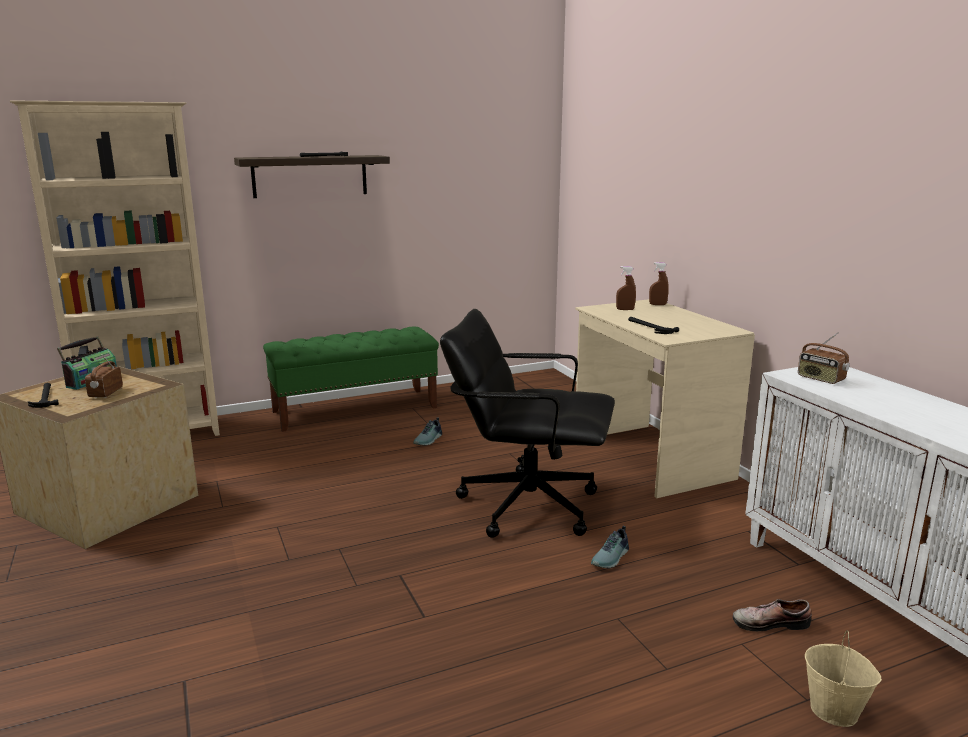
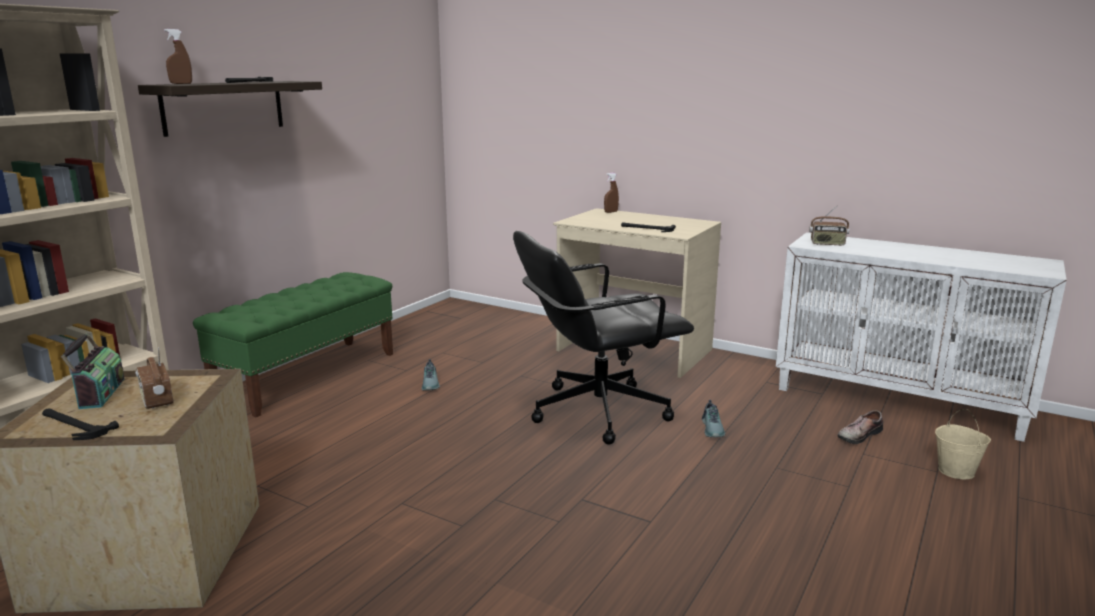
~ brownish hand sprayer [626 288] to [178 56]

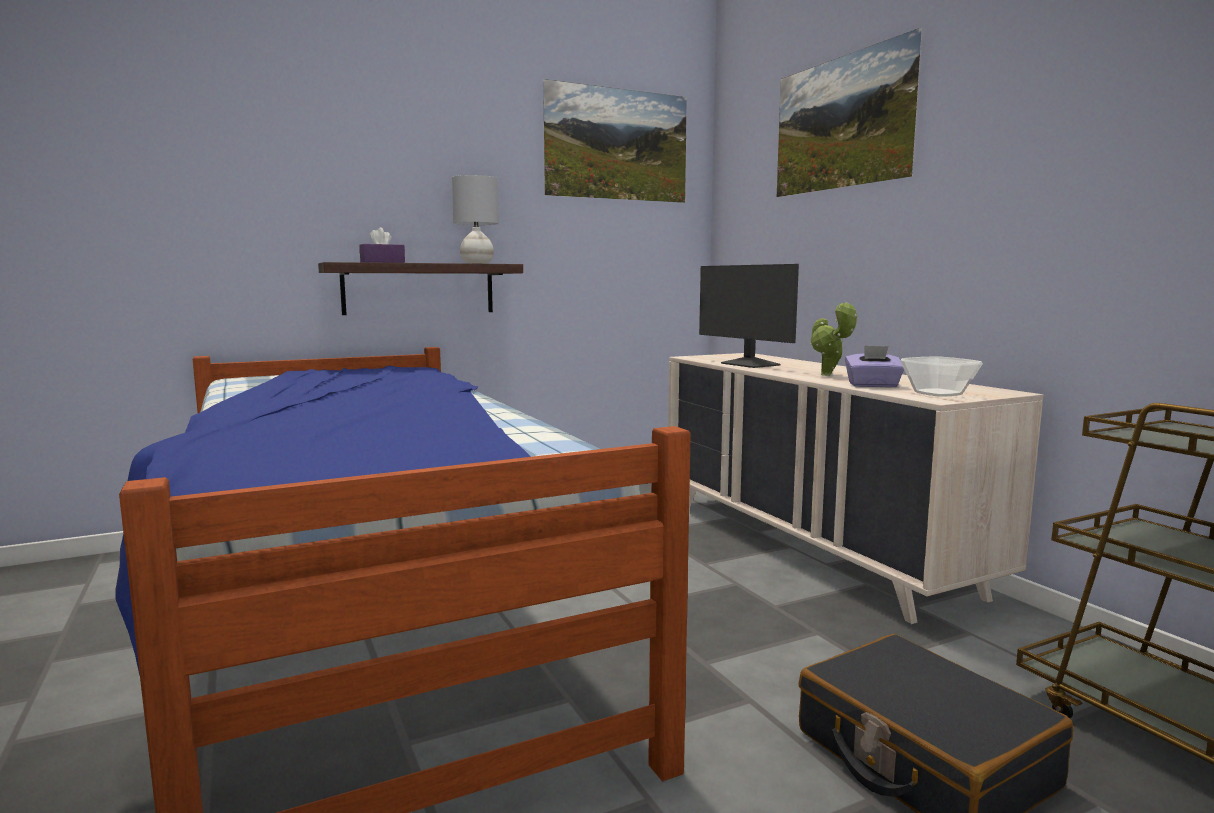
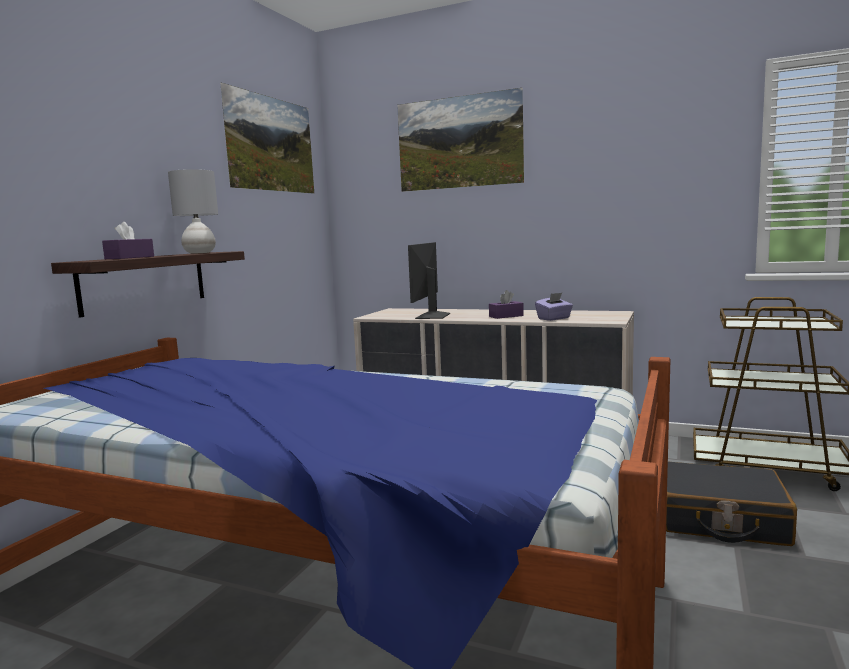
~ computer display [749 316] = [429 280] 90 degrees clockwise
~ houseplant [833 339] to purple-coloured box of tissues [506 304]
- bowl [942 376]

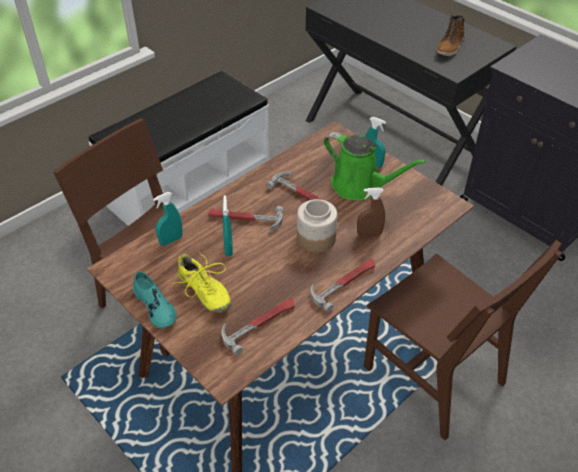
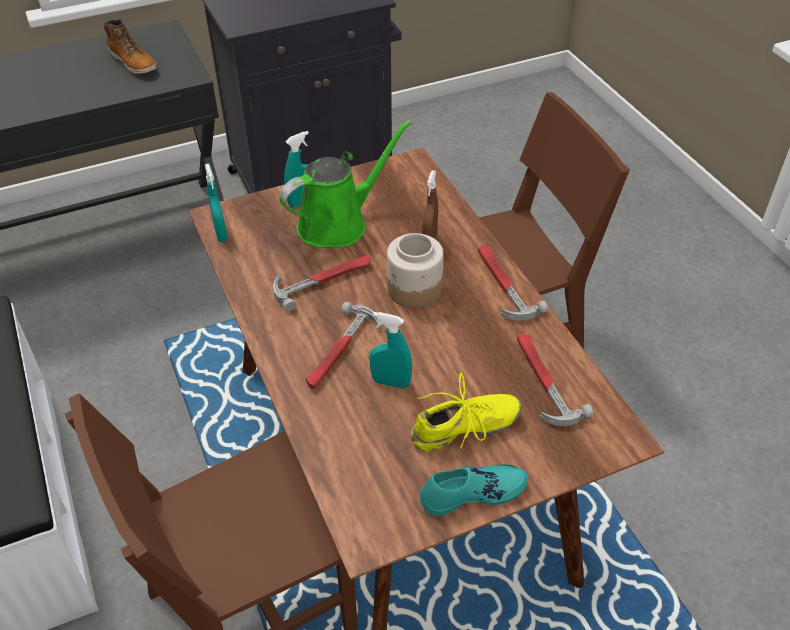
~ blue-green hand sprayer [168 219] to [216 202]

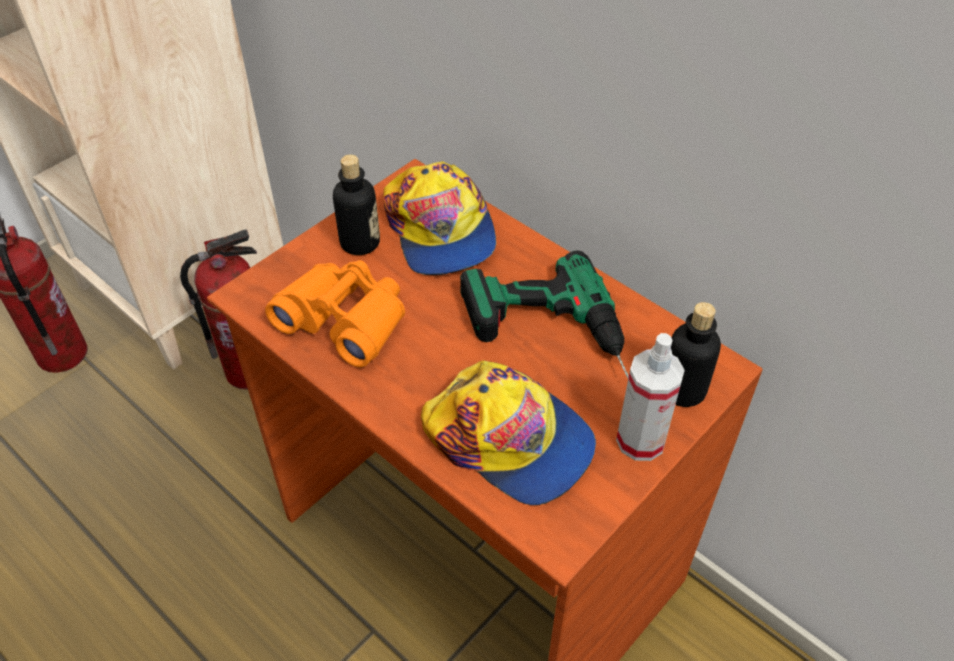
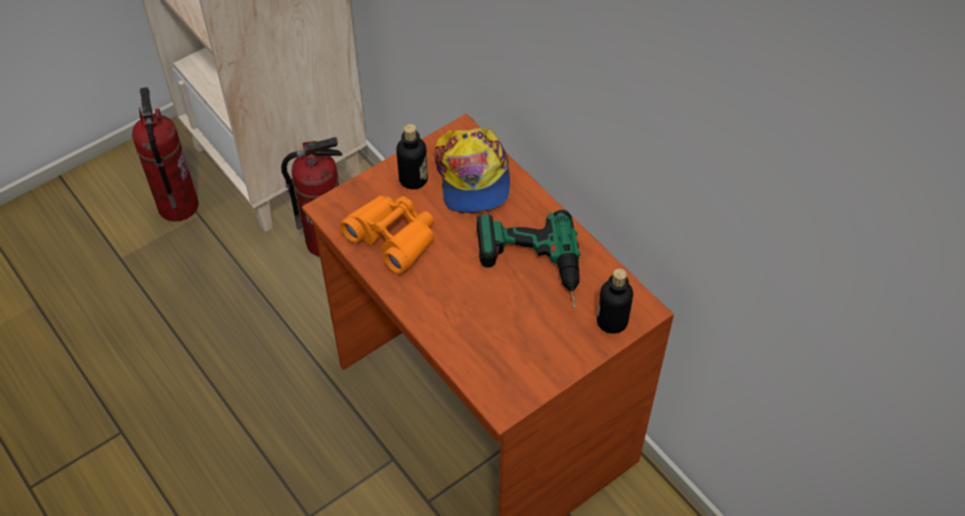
- cap [508 432]
- hand sprayer [650 397]

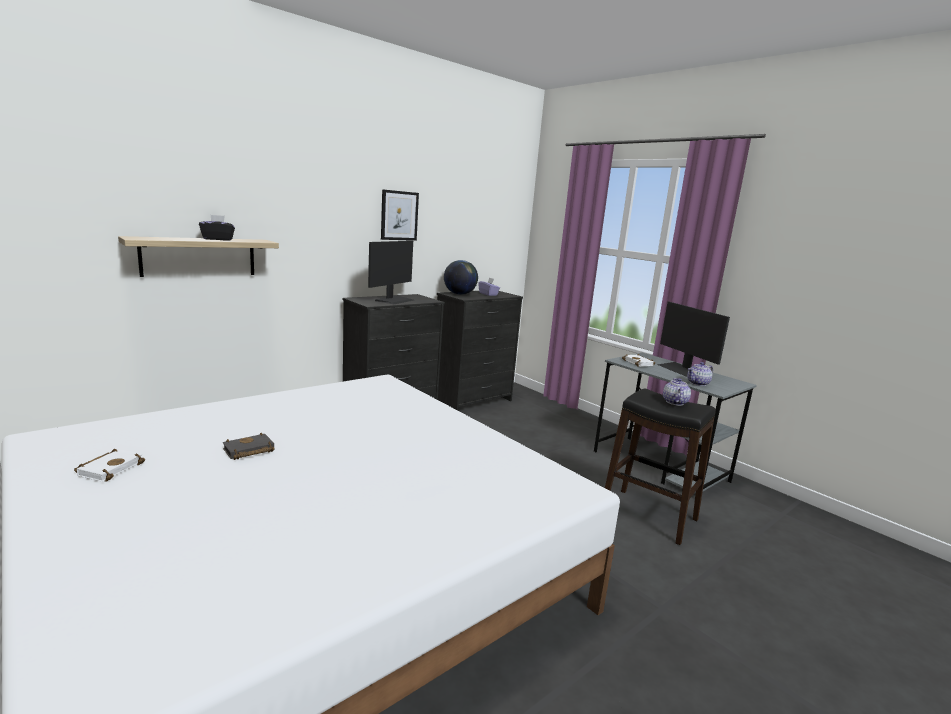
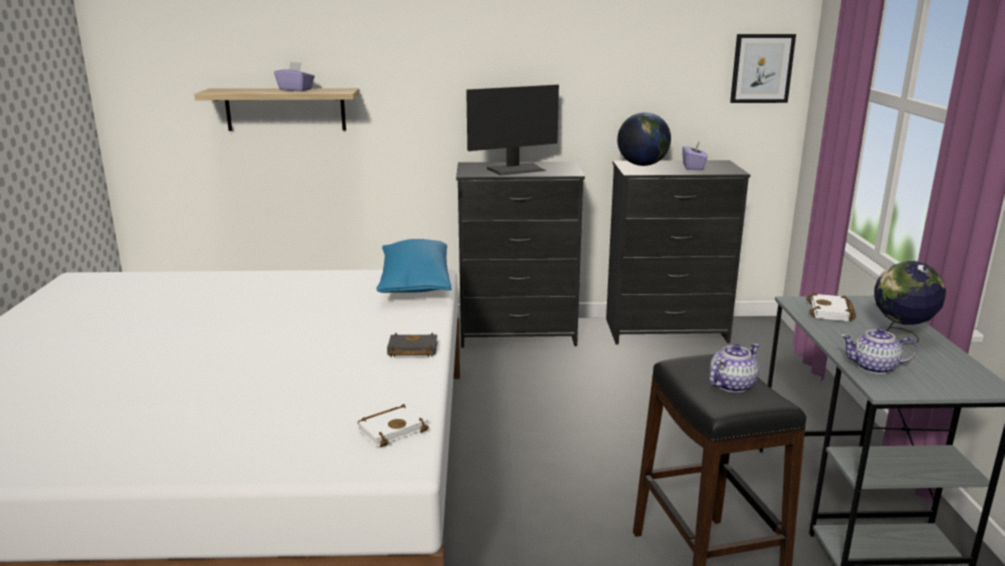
~ white-coloured book [109 465] to [393 425]
~ blackish box of tissues [217 228] to purple-coloured box of tissues [294 76]
~ blackish book [248 446] to [412 345]
~ wall art [400 215] to [763 68]
~ computer display [694 339] to globe [910 302]
+ blue-coloured cushion [414 266]

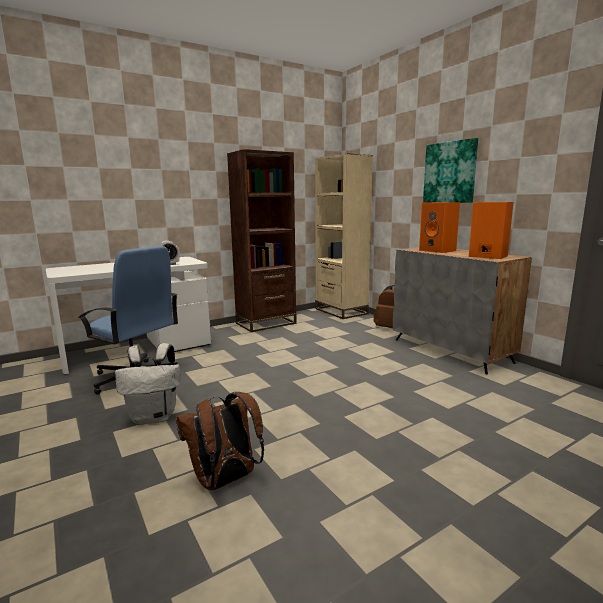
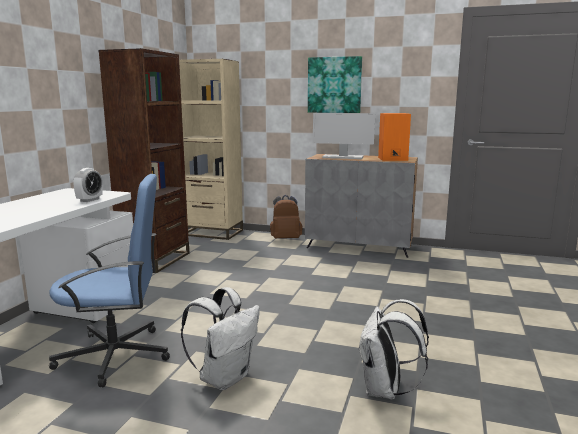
~ brownish knapsack [220 441] to white-coloured knapsack [393 349]
~ orange-coloured audio speaker [439 227] to computer display [344 136]

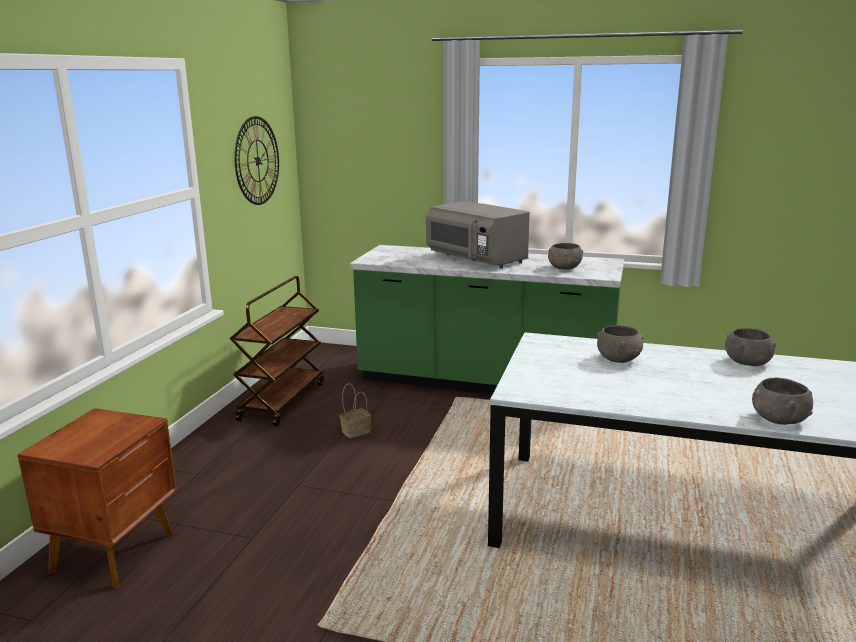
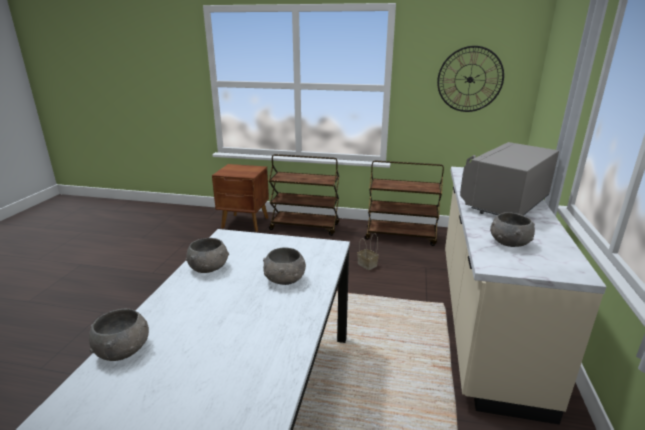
~ green kitchen counter [487 319] to sand-coloured kitchen counter [525 296]
~ greyish bowl [750 347] to [207 255]
+ brownish wheeled cart [304 195]

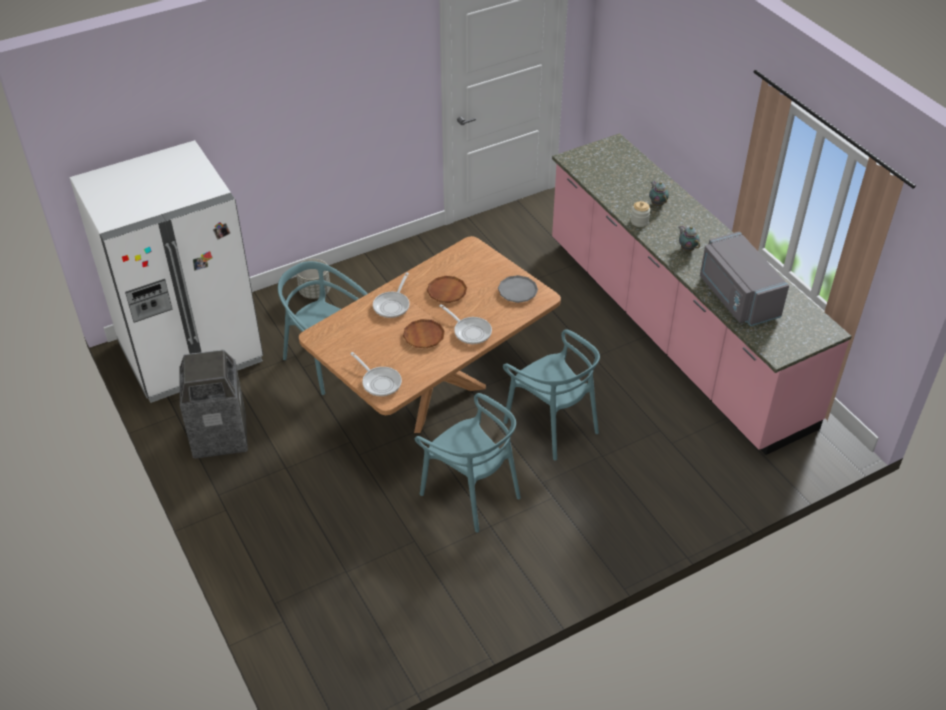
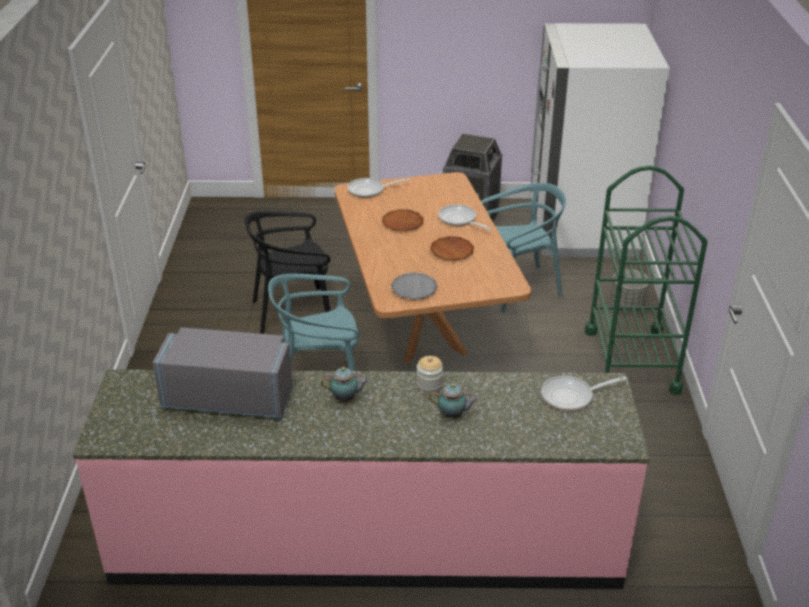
~ blue-green plain chair [468 463] to blackish plain chair [288 272]
~ skillet [465 324] to [584 393]
+ green wheeled cart [646 280]

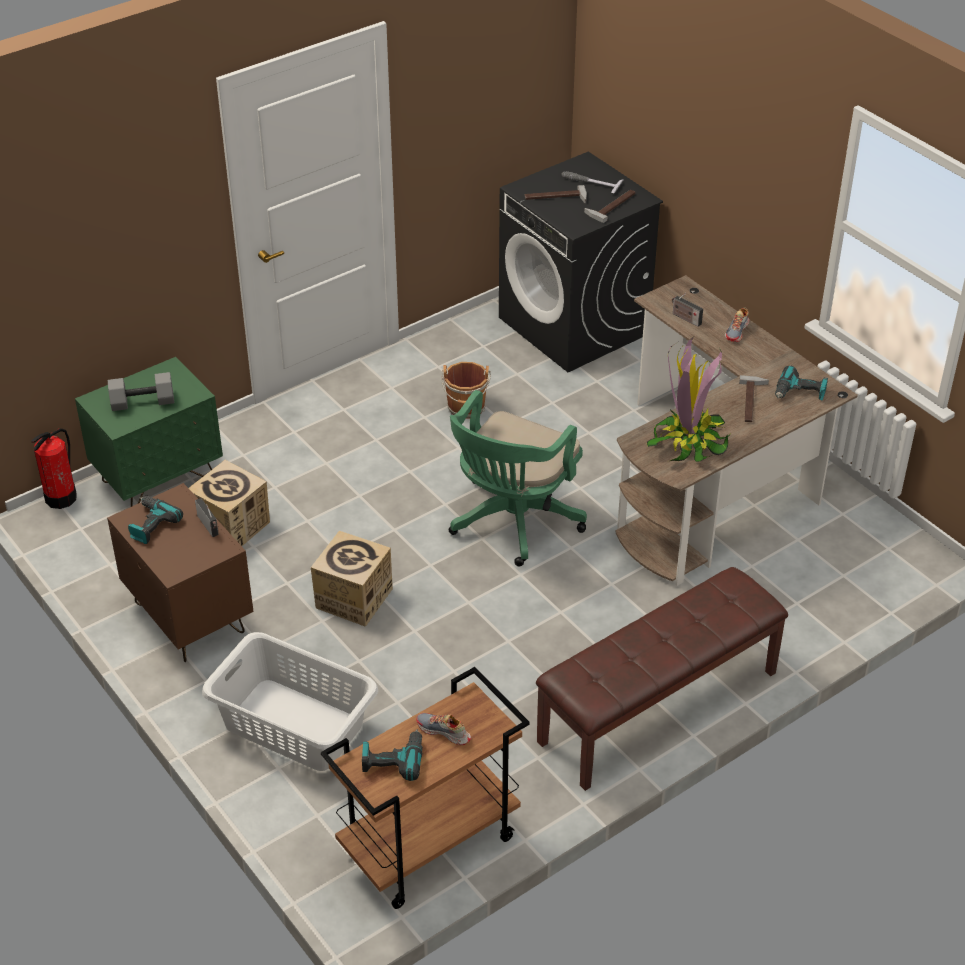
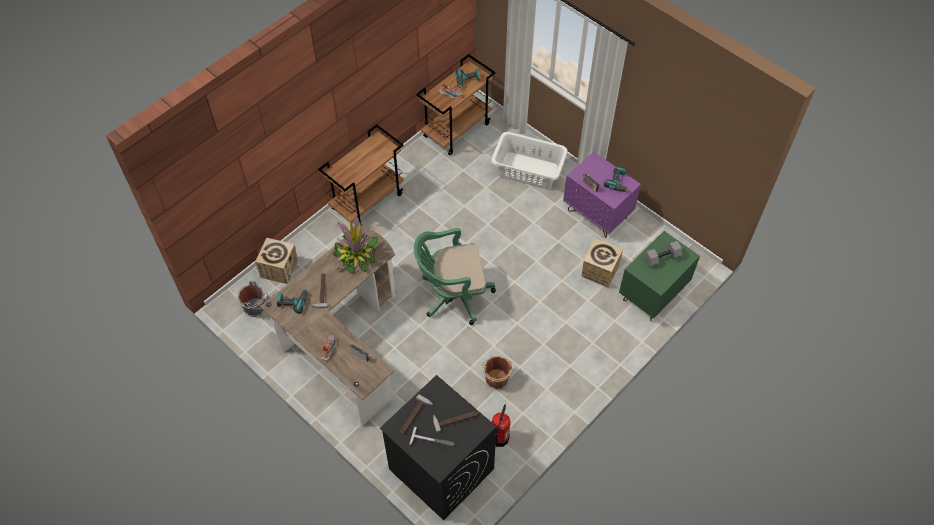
~ fire extinguisher [54 468] to [501 425]
~ brownish night table [180 572] to purple-coloured night table [602 195]
~ cardboard box [352 579] to [276 261]
~ green desk chair [518 478] = [455 276] 120 degrees counterclockwise
~ brownish long seat [662 679] to brownish wheeled cart [361 175]
+ greyish pail [253 299]

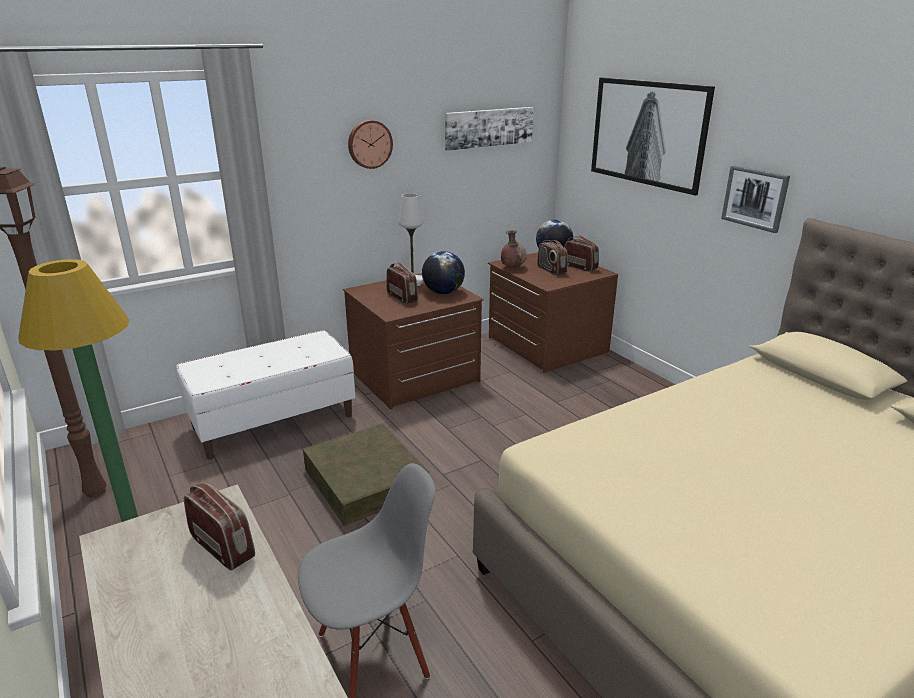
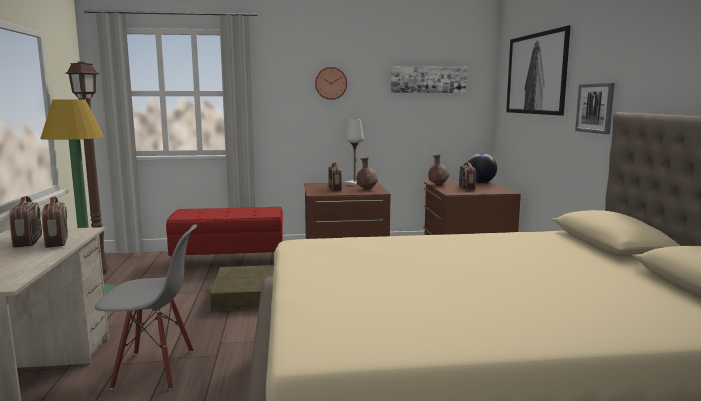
~ white-coloured long seat [265 395] to red long seat [224 233]
~ globe [443 272] to brownish flower vase [367 173]
~ radio receiver [581 253] to [25 221]

